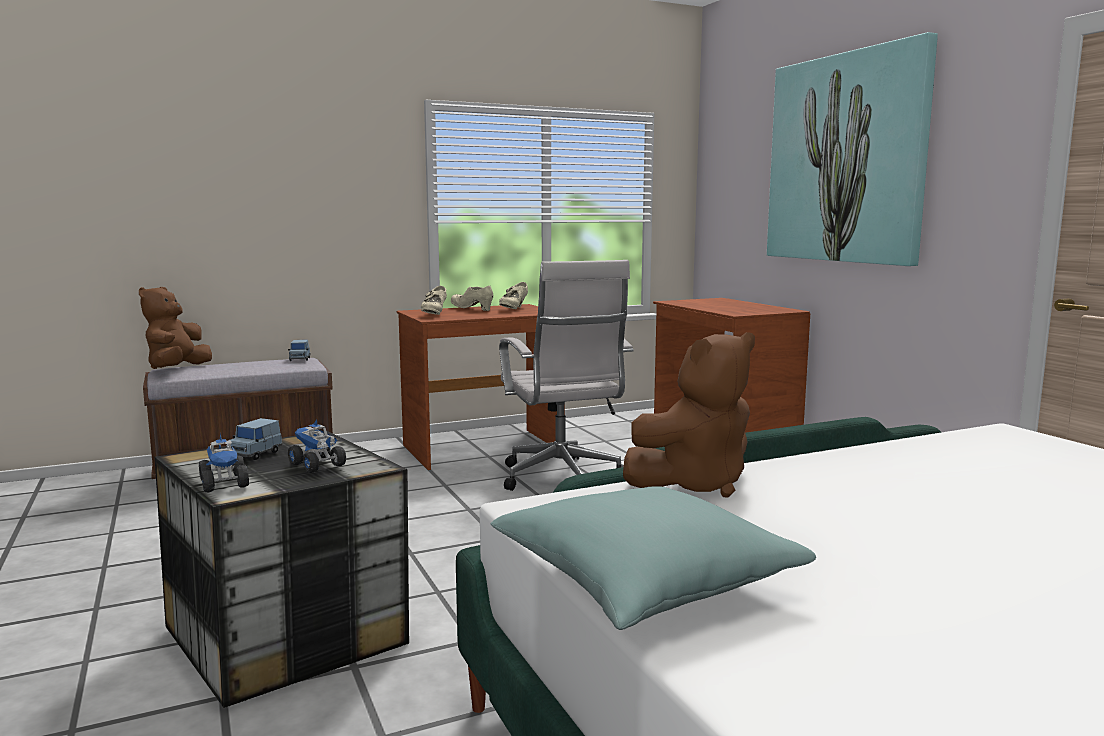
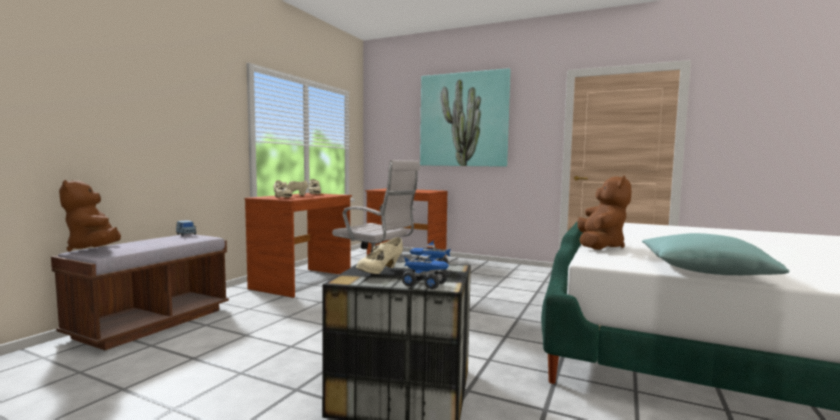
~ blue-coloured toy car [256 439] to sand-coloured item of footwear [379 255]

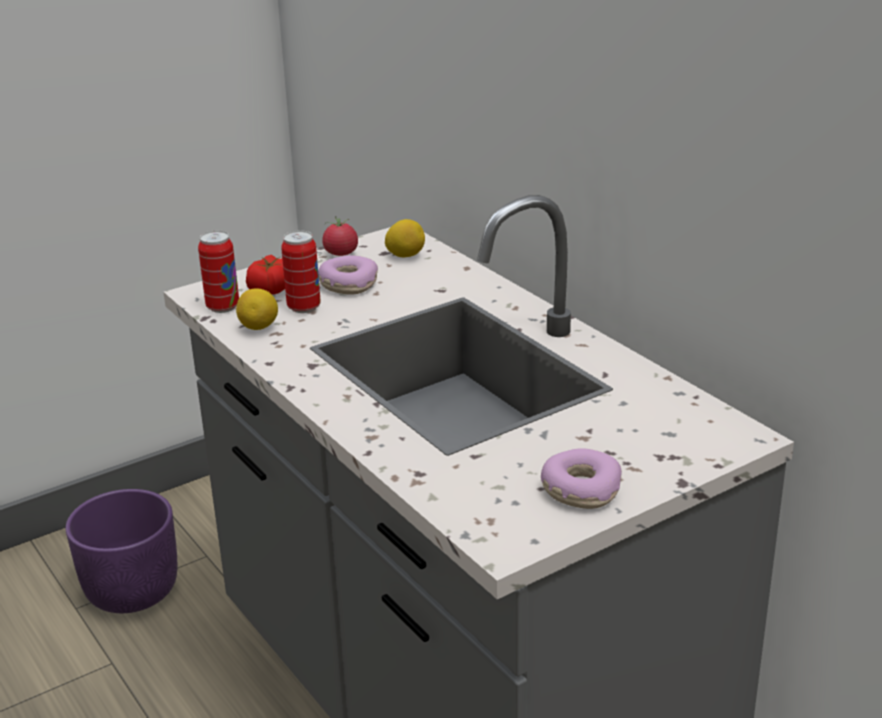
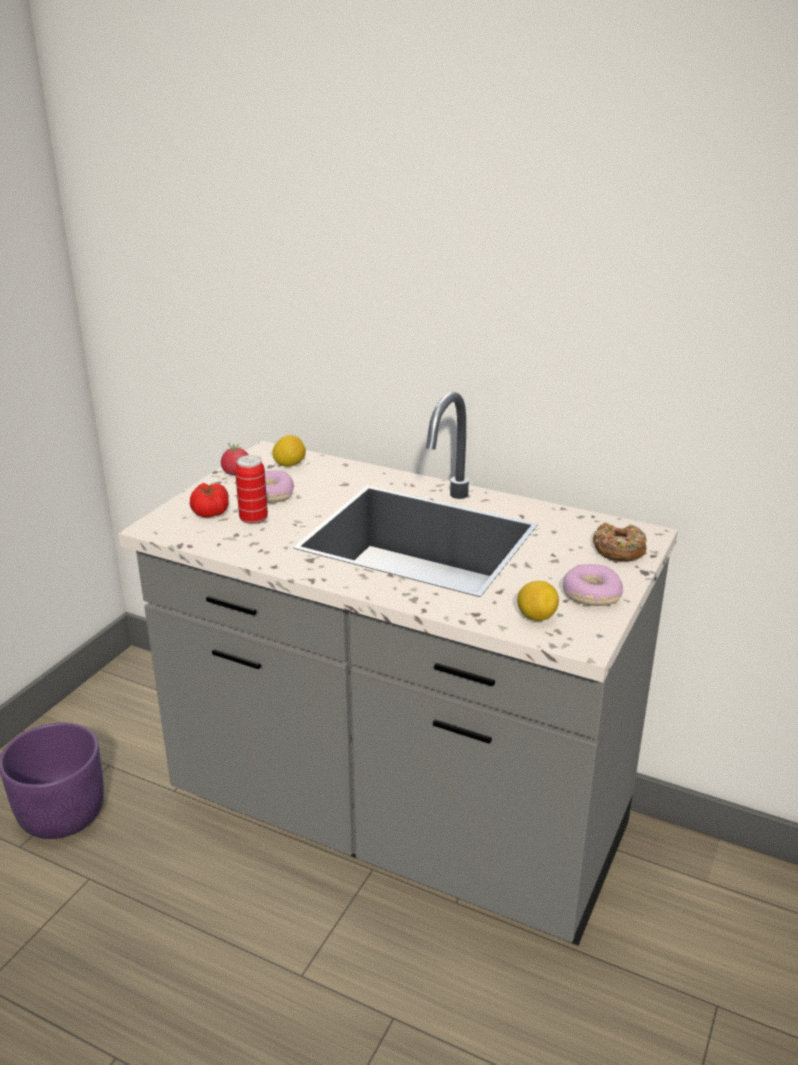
- metal can [218 272]
~ citrus fruit [257 309] to [538 601]
+ doughnut [620 541]

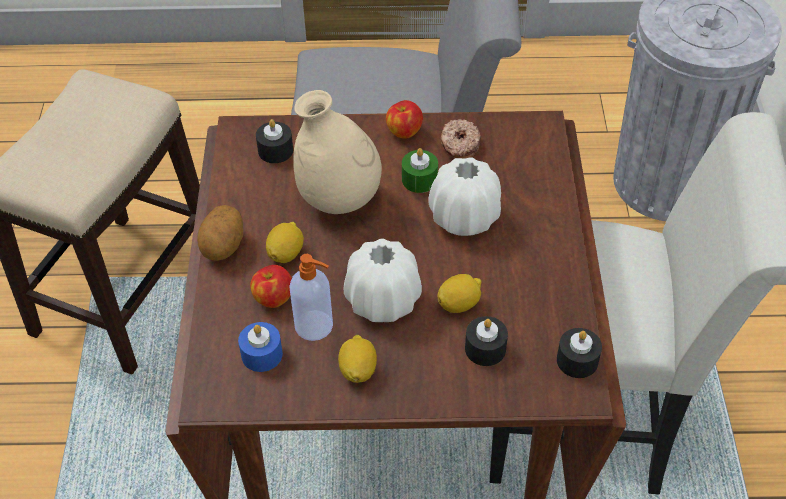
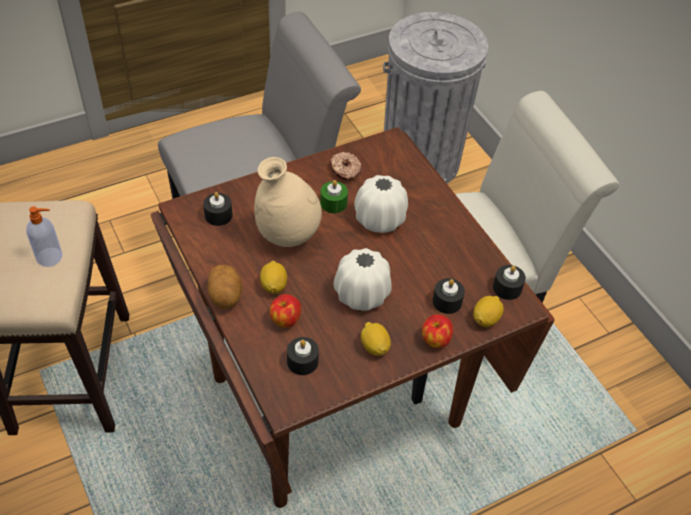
~ blue-coloured wax light [260 347] to blackish wax light [303 356]
~ soap dispenser [311 297] to [44 236]
~ apple [404 119] to [437 331]
~ citrus fruit [459 293] to [488 311]

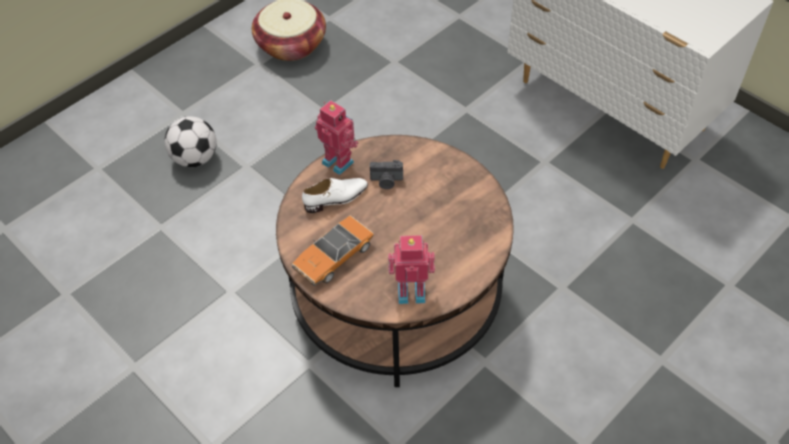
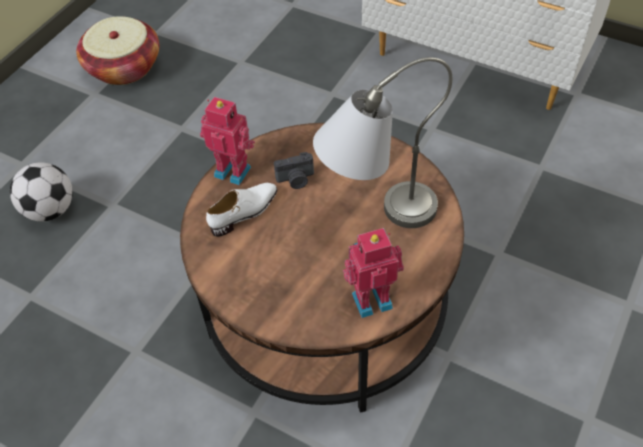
- toy car [333 250]
+ greyish tabletop lamp [382 142]

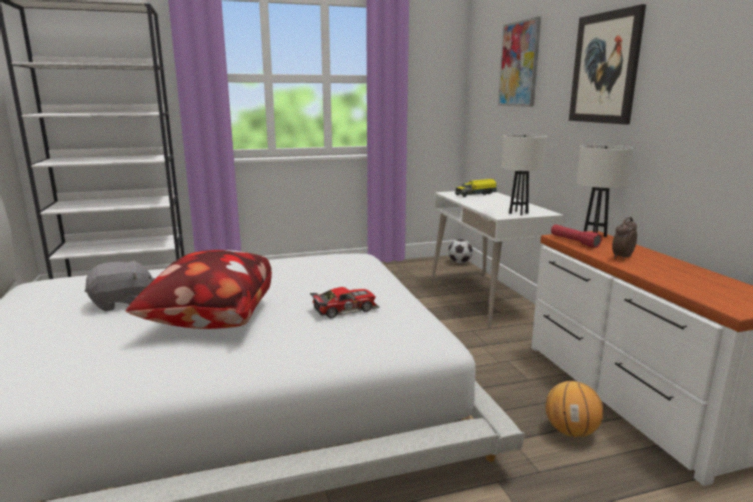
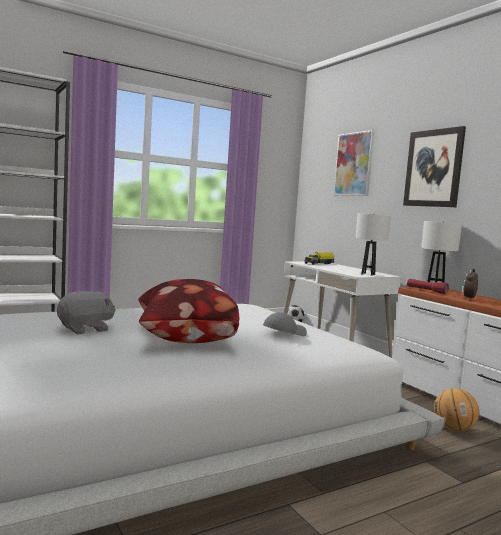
~ toy car [344 302] to greyish cap [285 324]

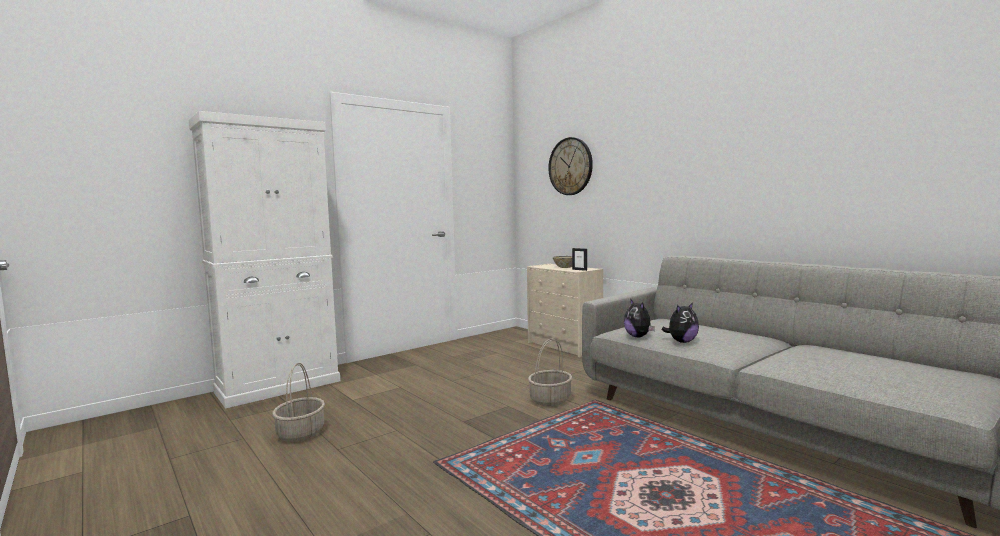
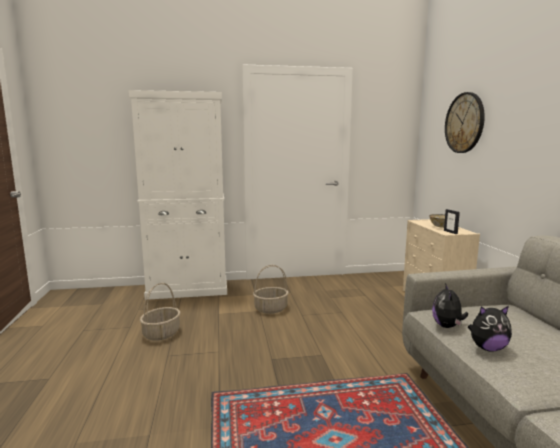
~ storage basket [550 372] to [271 289]

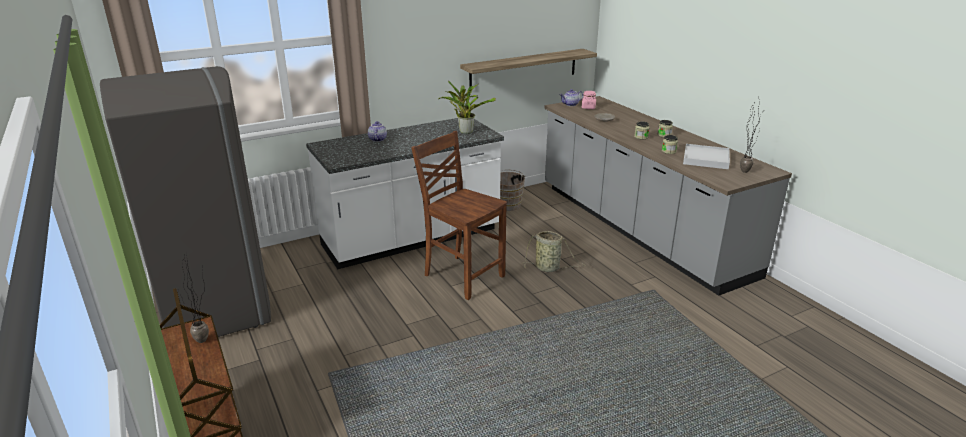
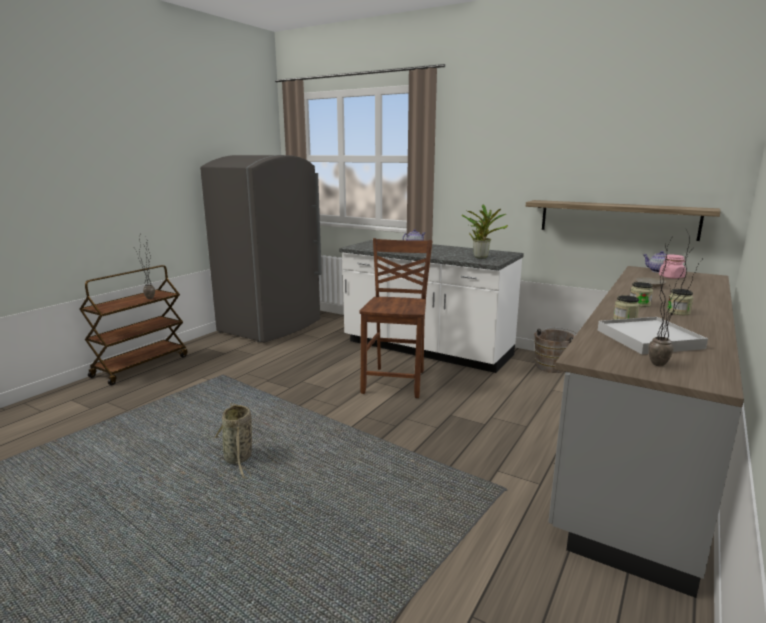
~ storage basket [554 251] to [232 441]

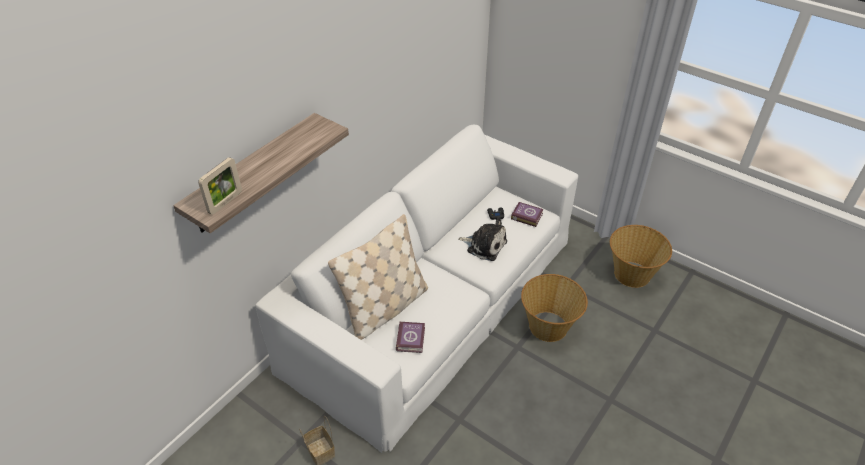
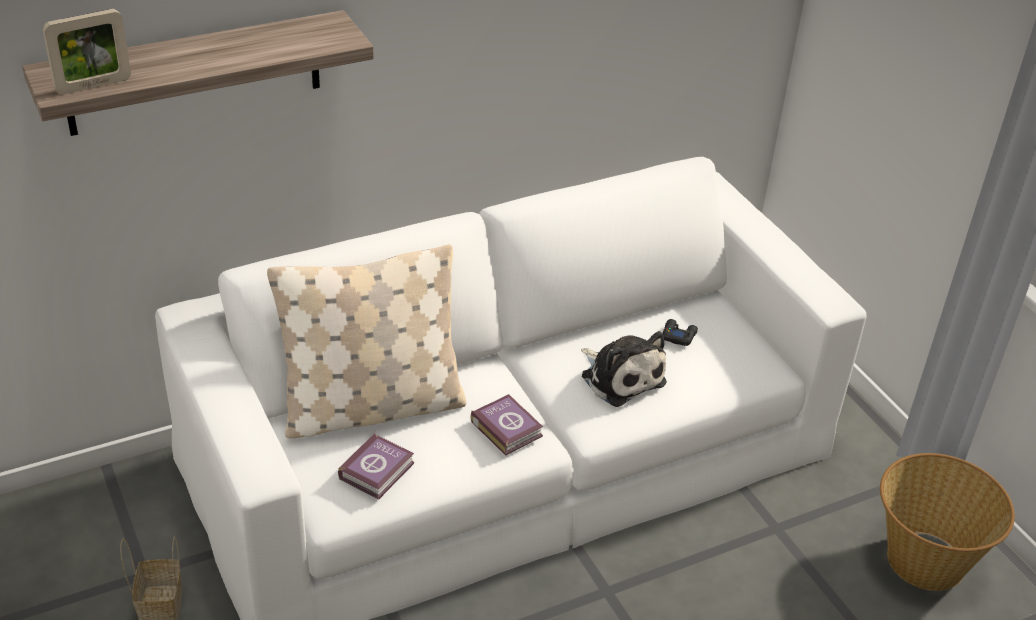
~ book [527 214] to [507 425]
- storage basket [554 308]

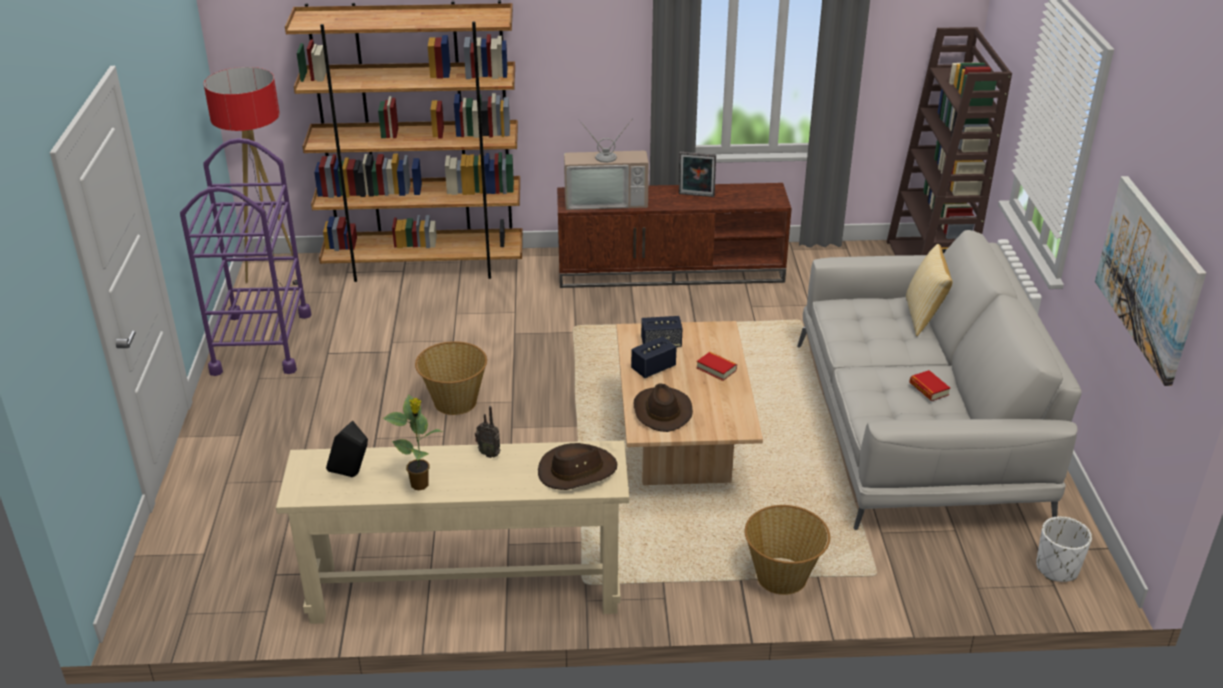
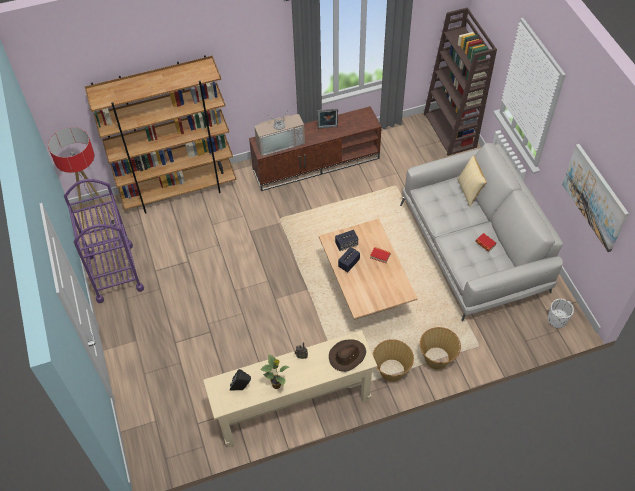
~ storage basket [451 378] to [393 360]
- brownish wearable hat [663 407]

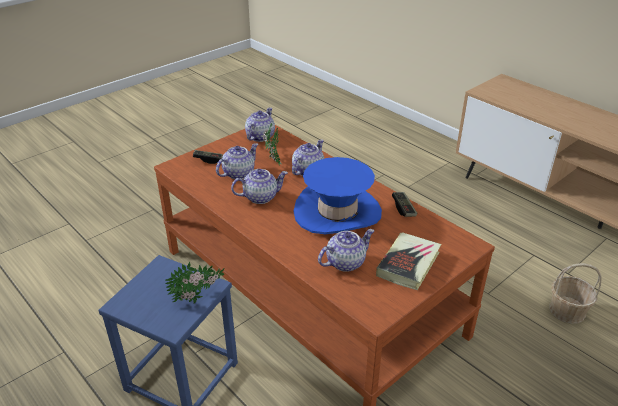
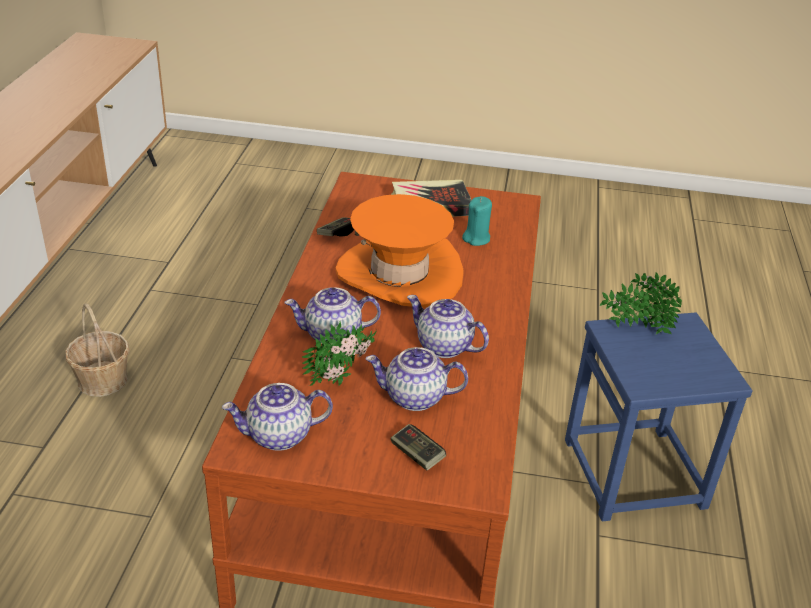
~ blue-coloured wearable hat [338 195] to orange-coloured wearable hat [399 251]
~ tea pot [346 250] to blue-green wax light [477 221]
~ storage basket [576 293] to [97 350]

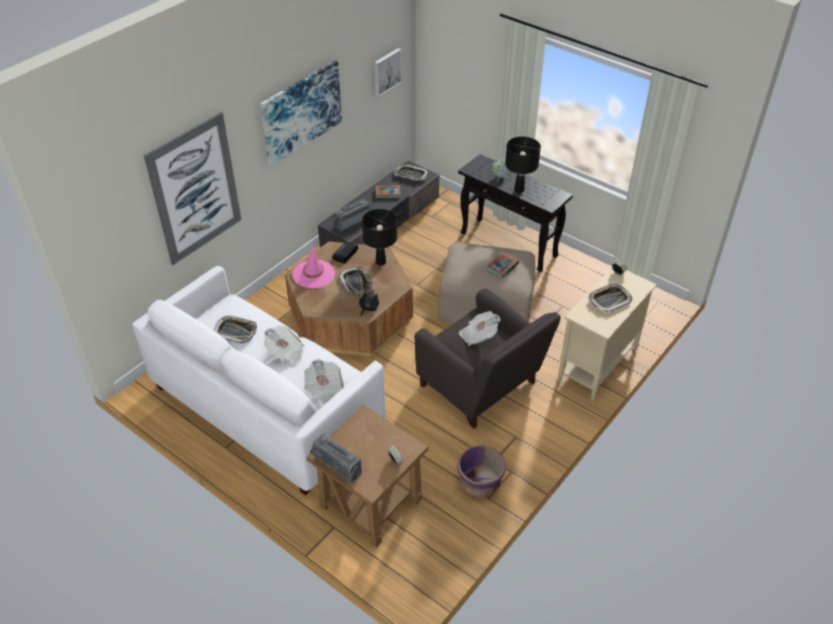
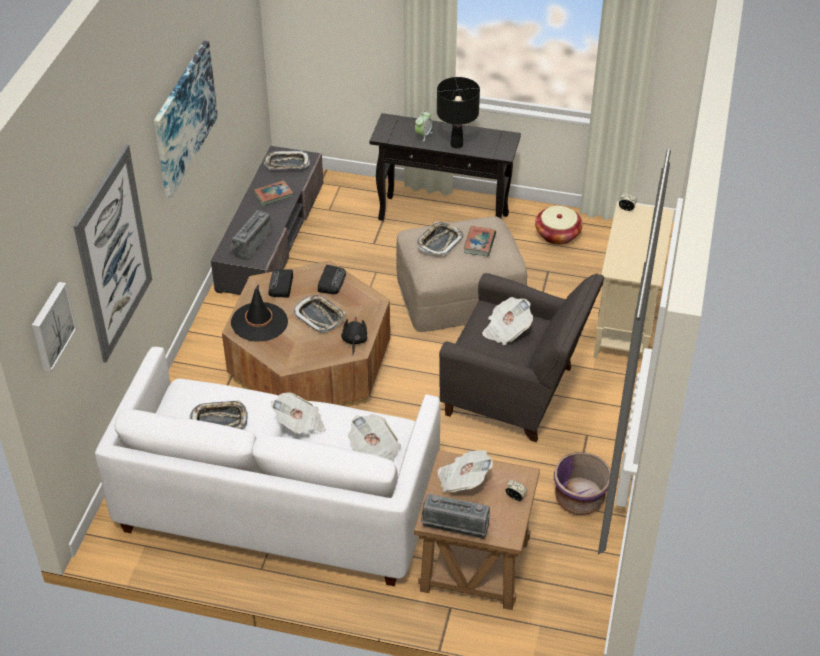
~ pinkish wearable hat [313 267] to blackish wearable hat [259 313]
~ blackish tabletop lamp [379 237] to radio receiver [332 279]
~ wall art [388 72] to [54 327]
~ serving tray [610 297] to [440 239]
+ printed paper [465 471]
+ storage basket [559 225]

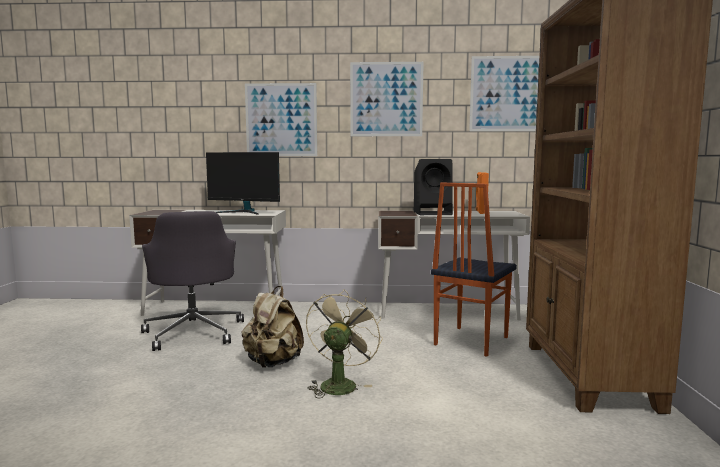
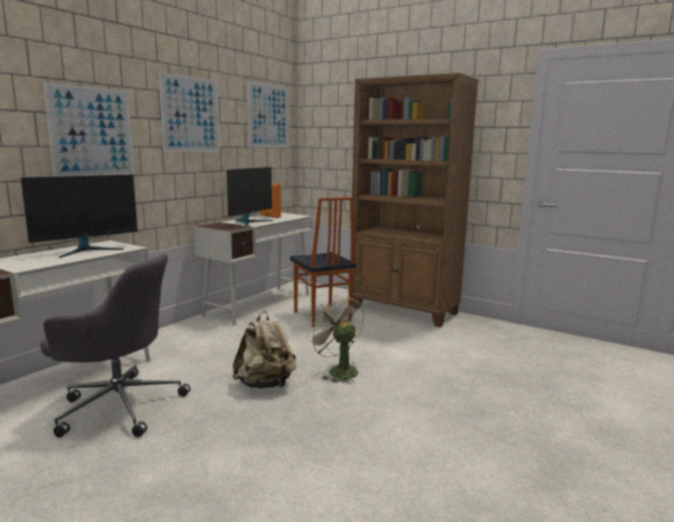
~ blackish audio speaker [433 187] to computer display [250 197]

